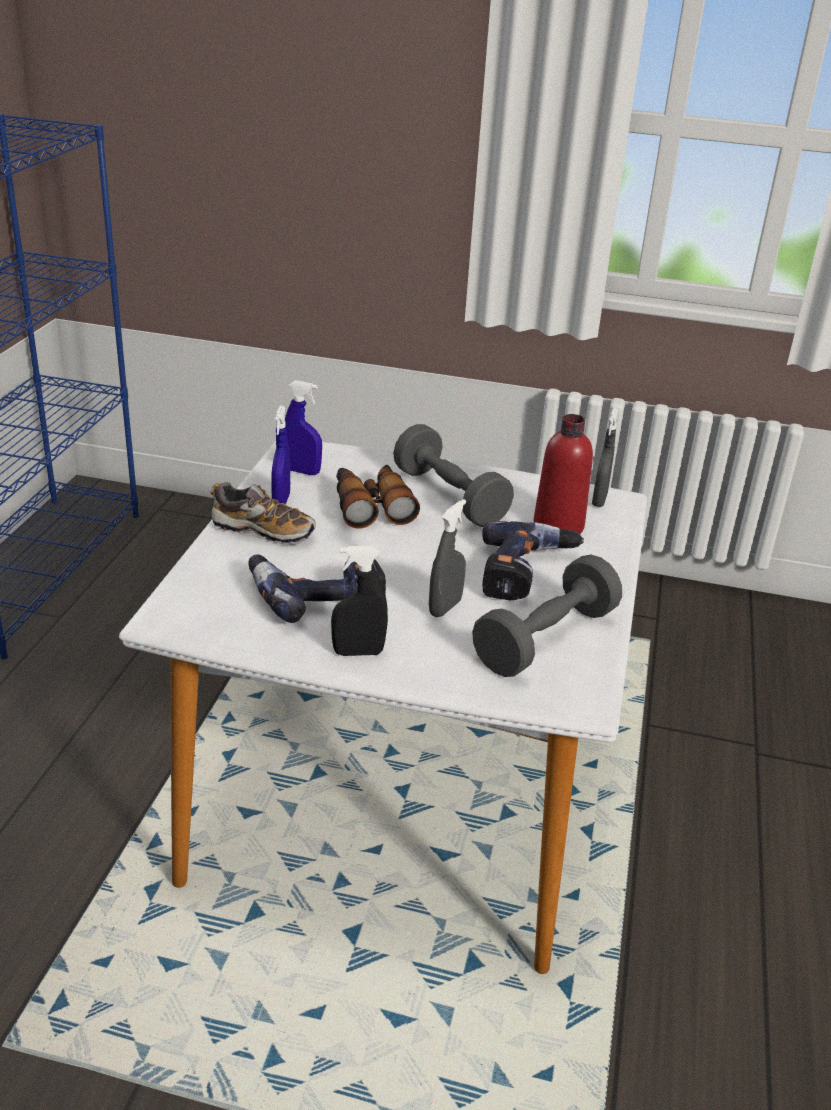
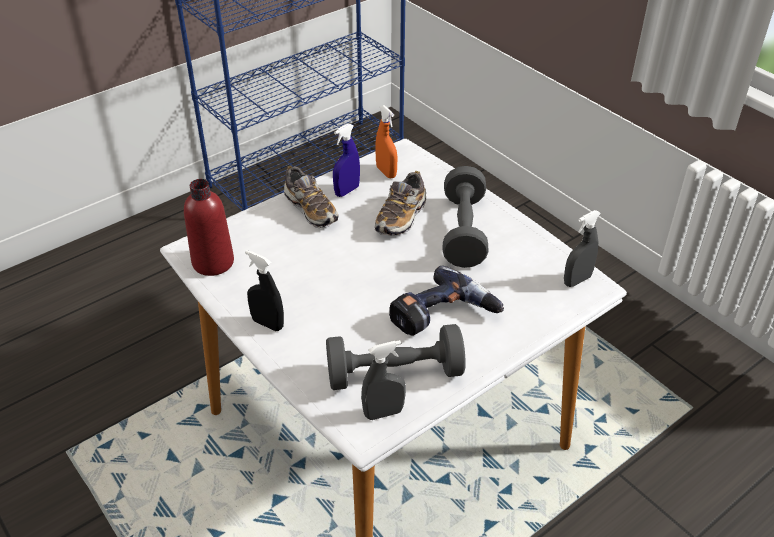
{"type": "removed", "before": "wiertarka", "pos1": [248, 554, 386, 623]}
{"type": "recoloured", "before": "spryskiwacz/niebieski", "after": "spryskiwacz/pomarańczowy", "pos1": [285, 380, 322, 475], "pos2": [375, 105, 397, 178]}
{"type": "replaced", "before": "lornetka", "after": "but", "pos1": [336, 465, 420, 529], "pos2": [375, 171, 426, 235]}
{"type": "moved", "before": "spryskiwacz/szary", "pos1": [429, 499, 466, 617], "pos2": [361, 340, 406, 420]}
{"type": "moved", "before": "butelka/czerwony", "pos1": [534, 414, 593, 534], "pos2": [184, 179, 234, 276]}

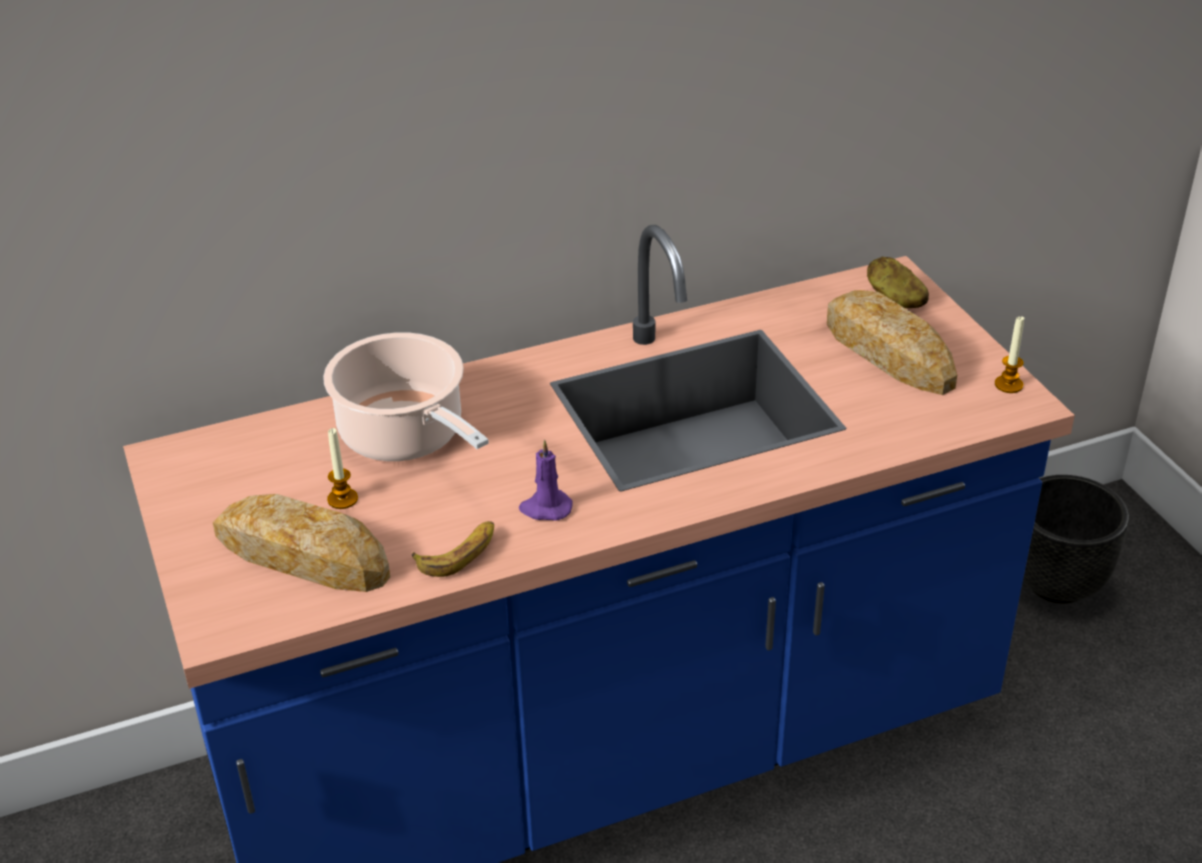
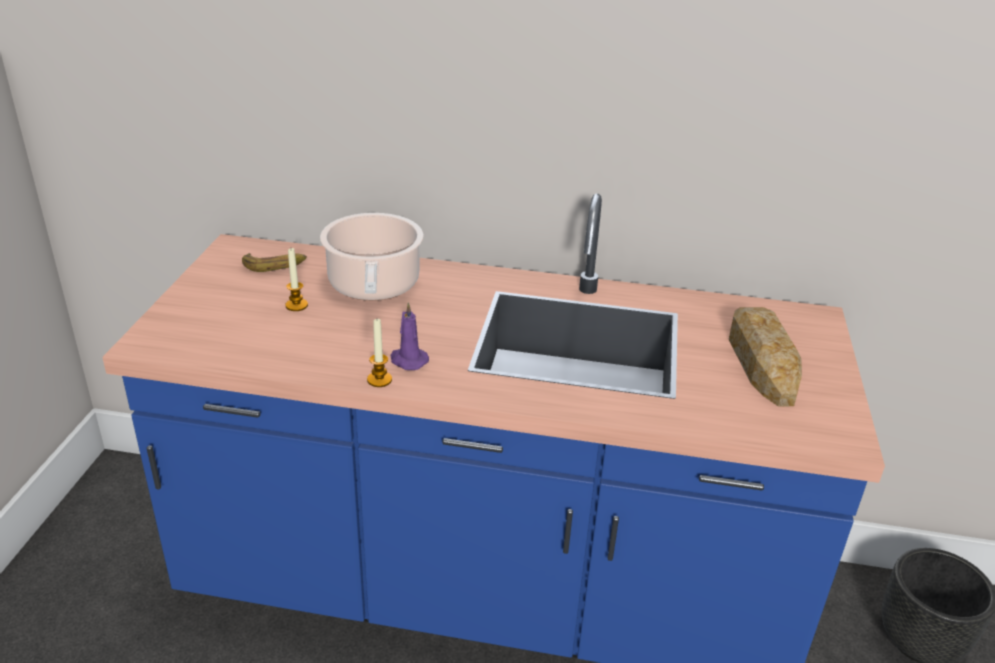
{"type": "removed", "before": "chleb", "pos1": [213, 494, 390, 592]}
{"type": "moved", "before": "banan", "pos1": [412, 521, 494, 577], "pos2": [242, 253, 307, 272]}
{"type": "removed", "before": "ziemniak", "pos1": [867, 257, 929, 308]}
{"type": "moved", "before": "świeca", "pos1": [995, 316, 1024, 393], "pos2": [367, 319, 392, 387]}

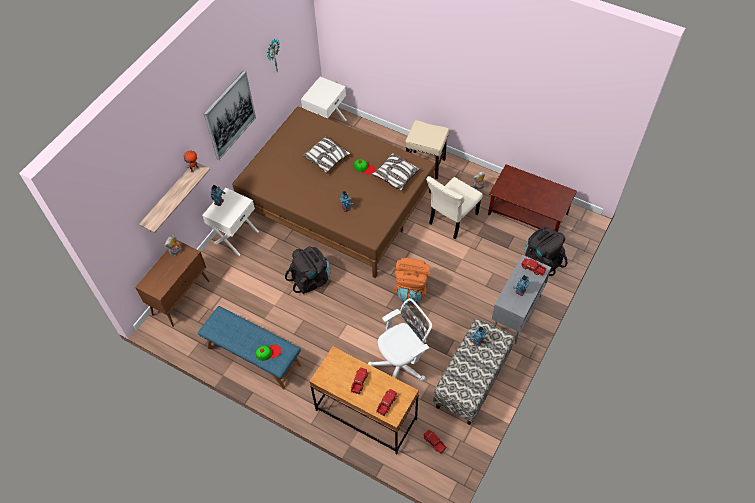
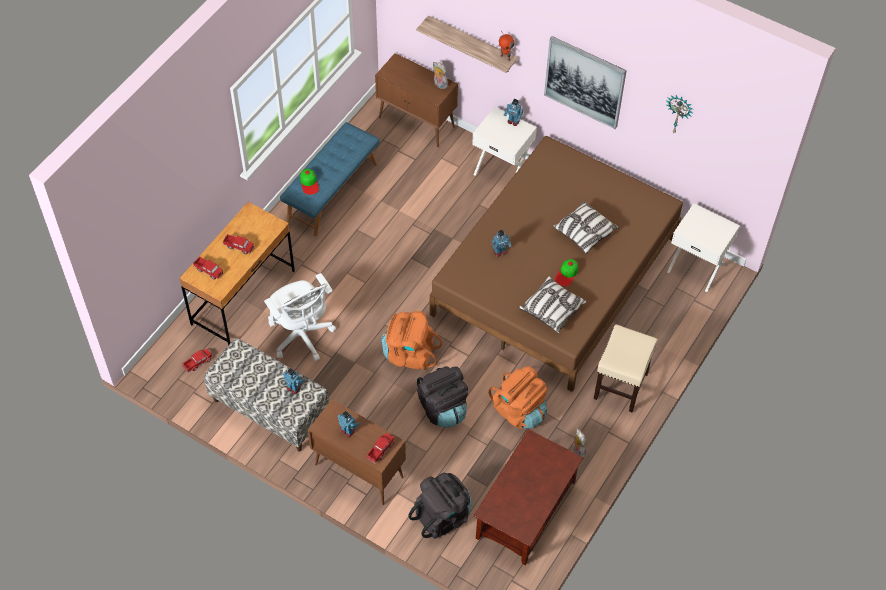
{"type": "moved", "before": "plecak/czarny", "pos1": [285, 246, 330, 294], "pos2": [417, 366, 468, 428]}
{"type": "replaced", "before": "krzesło/beżowy", "after": "plecak/pomarańczowy", "pos1": [426, 176, 482, 239], "pos2": [488, 366, 547, 429]}
{"type": "recoloured", "before": "szafka/szary", "after": "szafka/brązowy", "pos1": [492, 255, 551, 344], "pos2": [308, 399, 406, 505]}

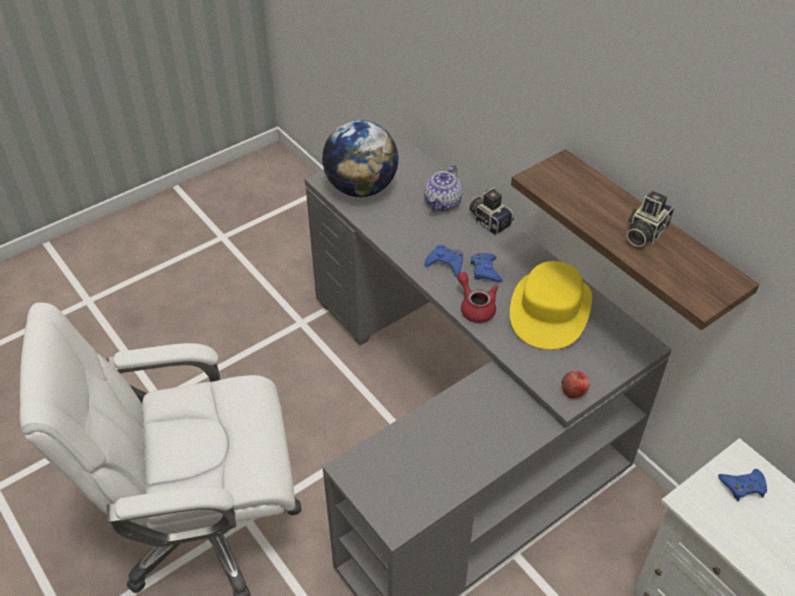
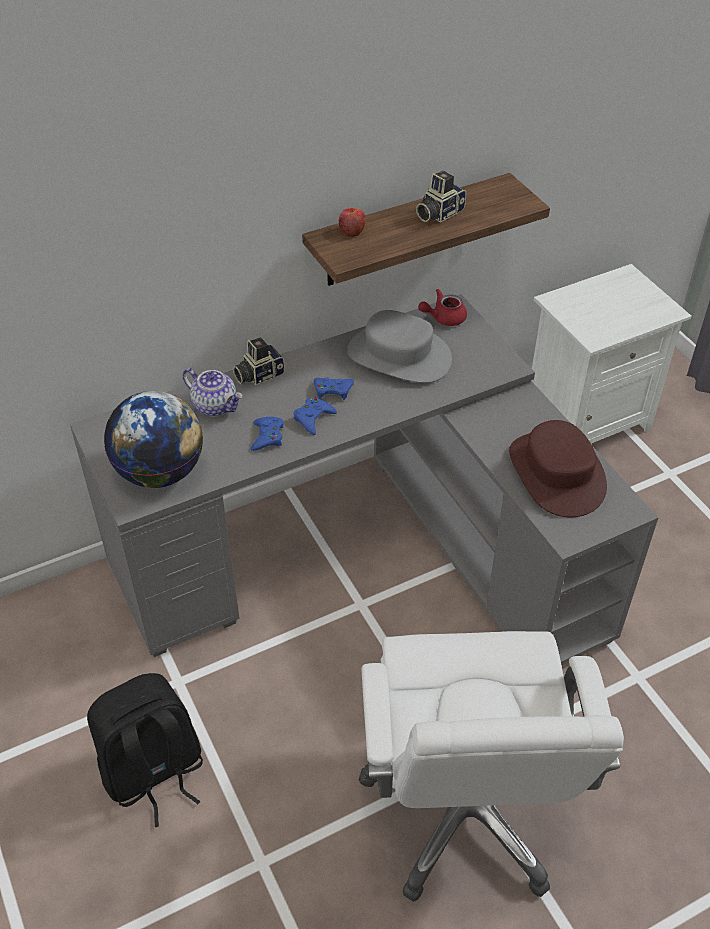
{"type": "moved", "before": "imbryk/czerwony", "pos1": [457, 272, 498, 323], "pos2": [418, 289, 467, 326]}
{"type": "recoloured", "before": "kapelusz/żółty", "after": "kapelusz/szary", "pos1": [510, 261, 592, 350], "pos2": [347, 310, 452, 383]}
{"type": "moved", "before": "jabłko", "pos1": [561, 371, 590, 398], "pos2": [339, 208, 365, 237]}
{"type": "turned", "before": "aparat fotograficzny", "pos1": [626, 191, 674, 247], "pos2": [416, 171, 466, 222], "turn": 90}
{"type": "moved", "before": "pad do gier/niebieski", "pos1": [718, 469, 767, 501], "pos2": [250, 417, 283, 451]}
{"type": "added", "after": "plecak/czarny", "pos2": [87, 673, 203, 827]}
{"type": "added", "after": "kapelusz/brązowy", "pos2": [509, 420, 607, 517]}

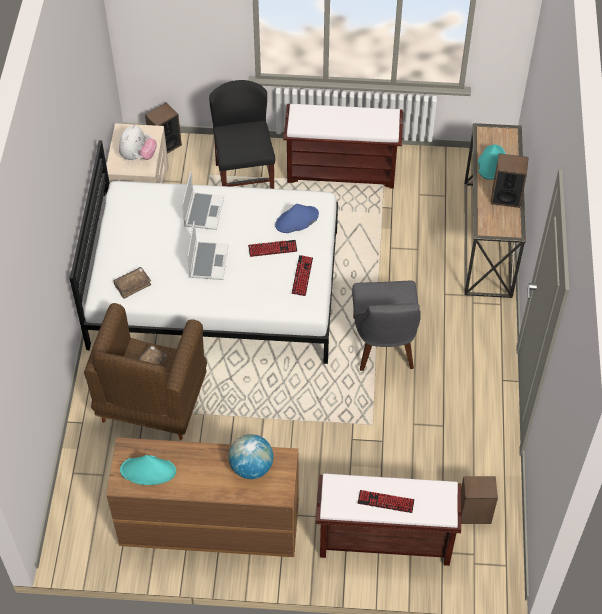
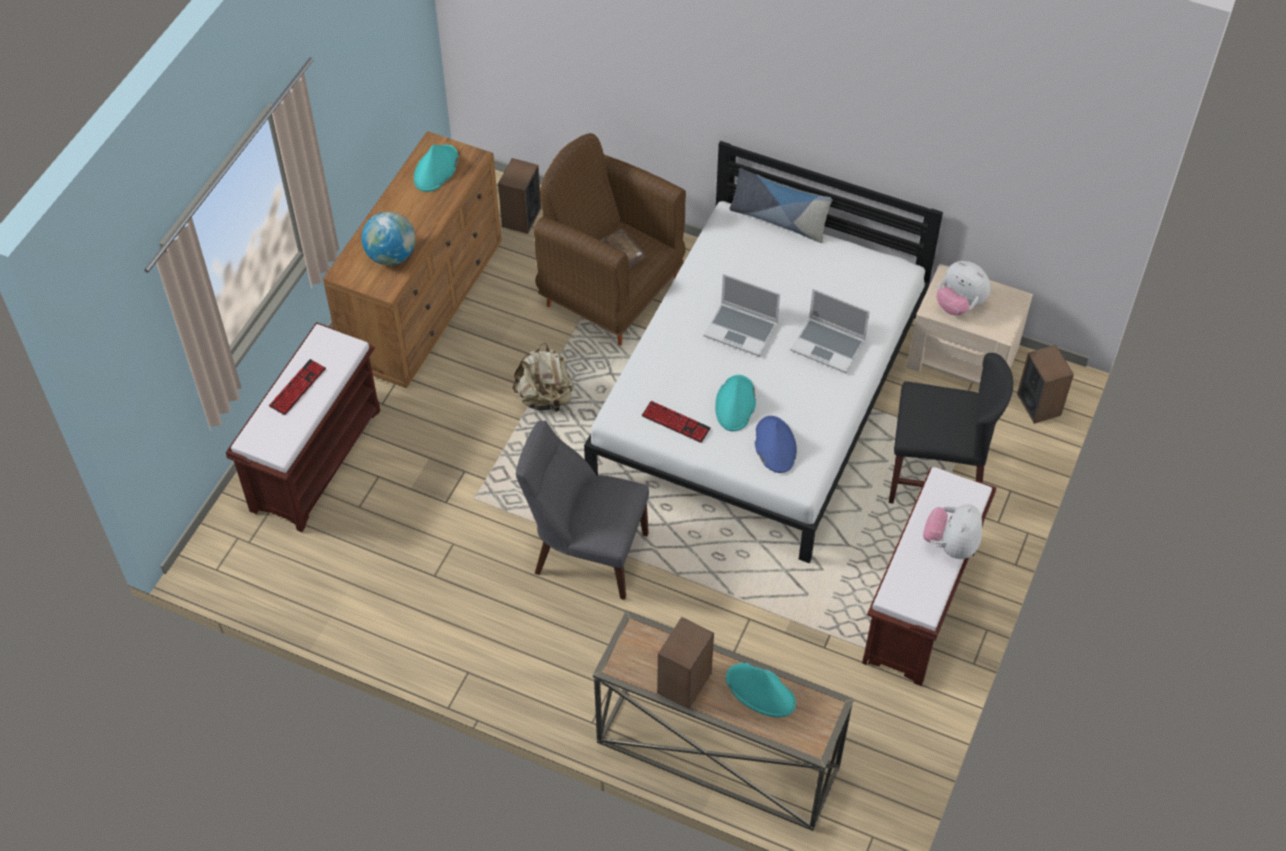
{"type": "removed", "before": "książka/brązowy", "pos1": [113, 267, 151, 299]}
{"type": "replaced", "before": "klawiatura", "after": "kapelusz/turkusowy", "pos1": [248, 240, 297, 257], "pos2": [715, 375, 756, 431]}
{"type": "moved", "before": "głośnik", "pos1": [461, 476, 498, 524], "pos2": [498, 158, 541, 234]}
{"type": "added", "after": "plecak/beżowy", "pos2": [512, 343, 574, 413]}
{"type": "added", "after": "poduszka", "pos2": [729, 168, 832, 243]}
{"type": "added", "after": "pluszak", "pos2": [923, 504, 982, 559]}

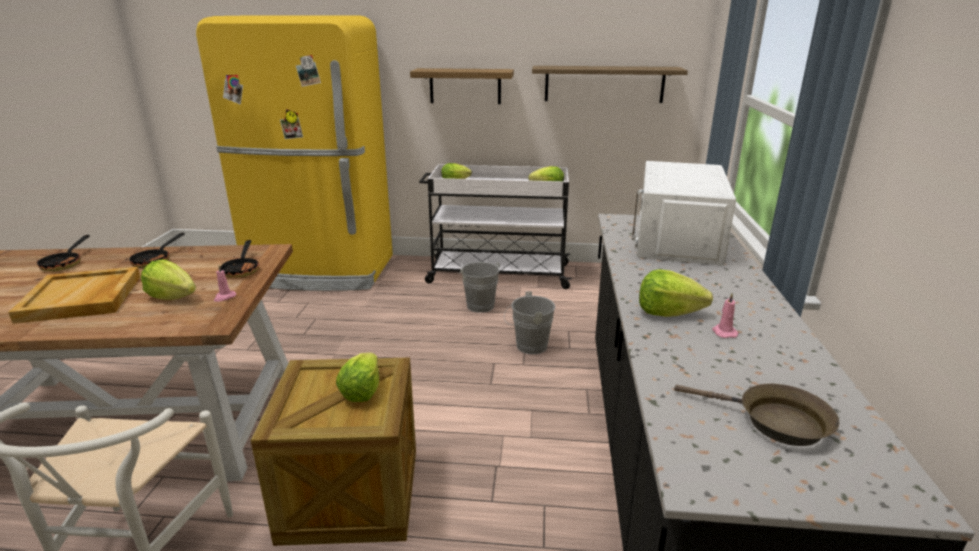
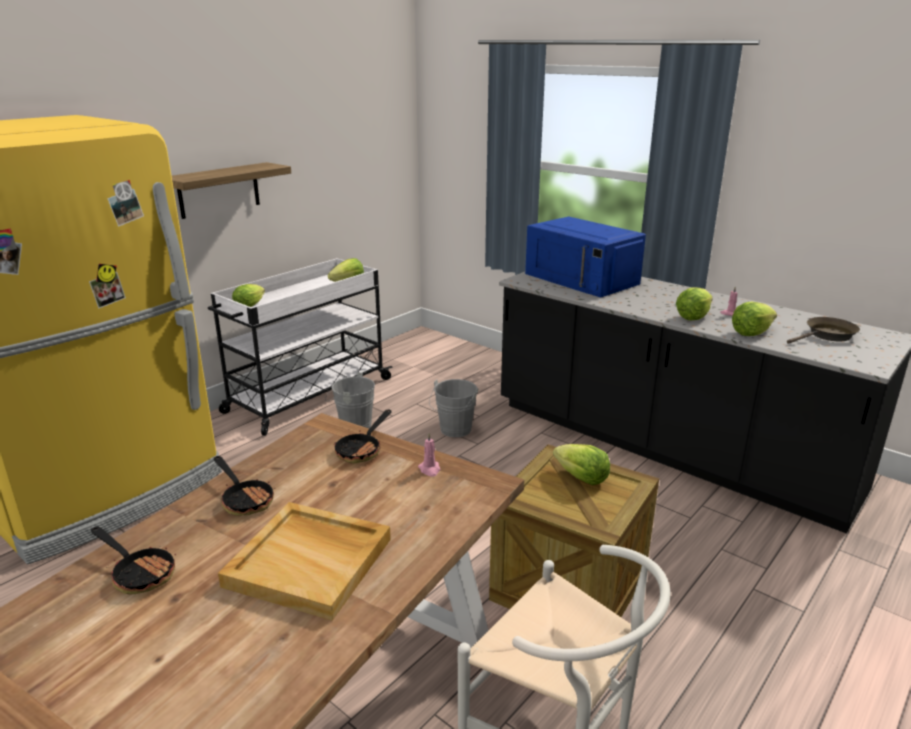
{"type": "moved", "before": "sałata", "pos1": [141, 259, 196, 300], "pos2": [732, 302, 777, 336]}
{"type": "turned", "before": "patelnia", "pos1": [220, 240, 259, 278], "pos2": [334, 410, 392, 463], "turn": 90}
{"type": "removed", "before": "półka", "pos1": [532, 66, 688, 103]}
{"type": "recoloured", "before": "mikrofalówka/biały", "after": "mikrofalówka/niebieski", "pos1": [632, 161, 736, 266], "pos2": [525, 216, 646, 297]}

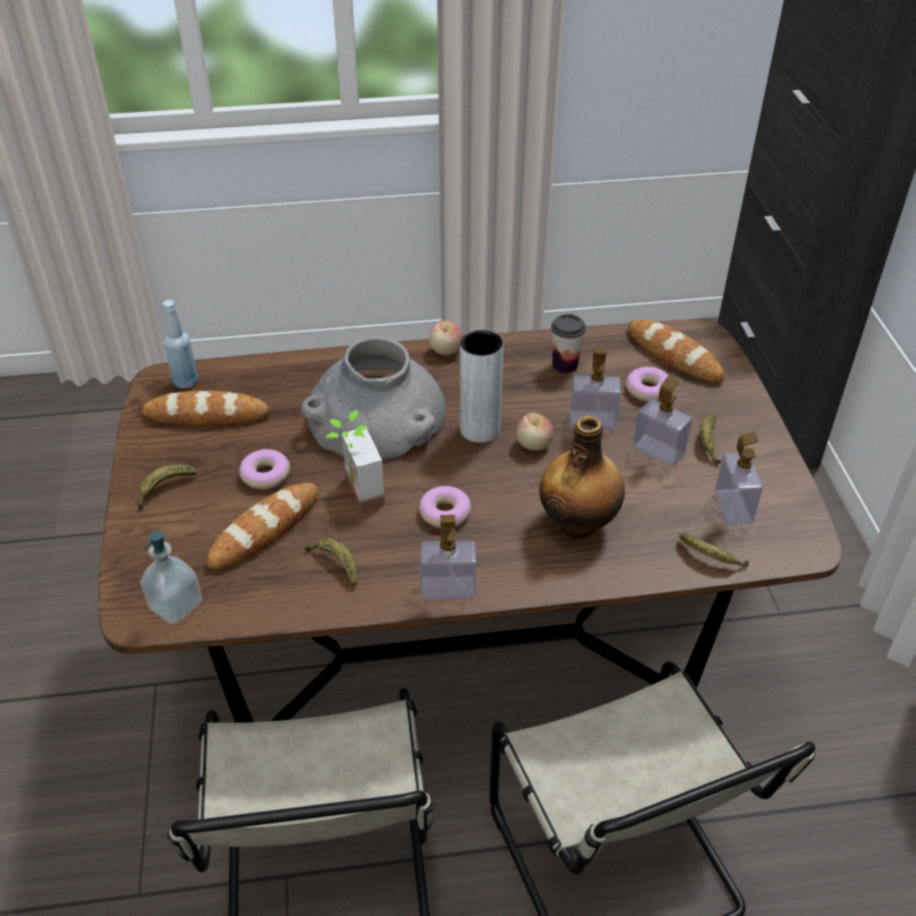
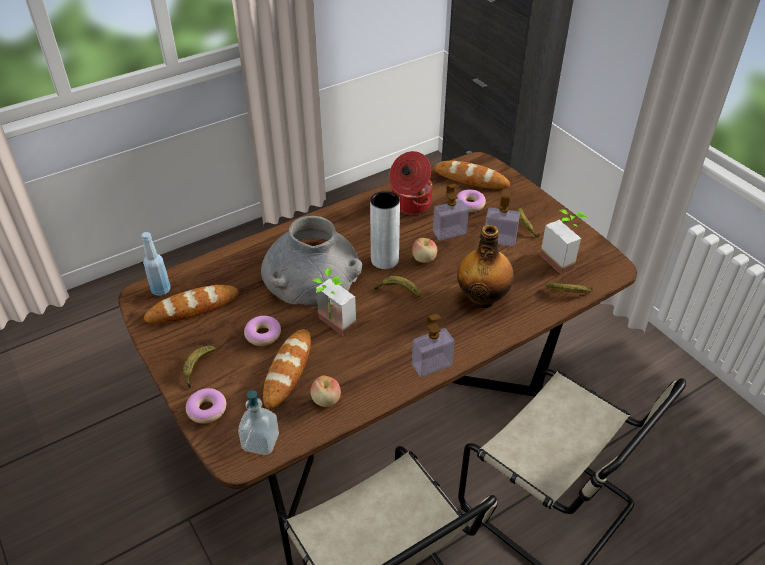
{"type": "moved", "before": "banan", "pos1": [305, 538, 358, 585], "pos2": [374, 276, 420, 298]}
{"type": "moved", "before": "donut", "pos1": [419, 486, 471, 528], "pos2": [186, 388, 226, 424]}
{"type": "moved", "before": "jabłko", "pos1": [429, 321, 462, 355], "pos2": [310, 376, 341, 407]}
{"type": "replaced", "before": "filiżanka", "after": "garnek", "pos1": [551, 314, 586, 373], "pos2": [389, 151, 433, 214]}
{"type": "replaced", "before": "dozownik mydła", "after": "roślina doniczkowa", "pos1": [715, 432, 763, 525], "pos2": [540, 210, 588, 274]}

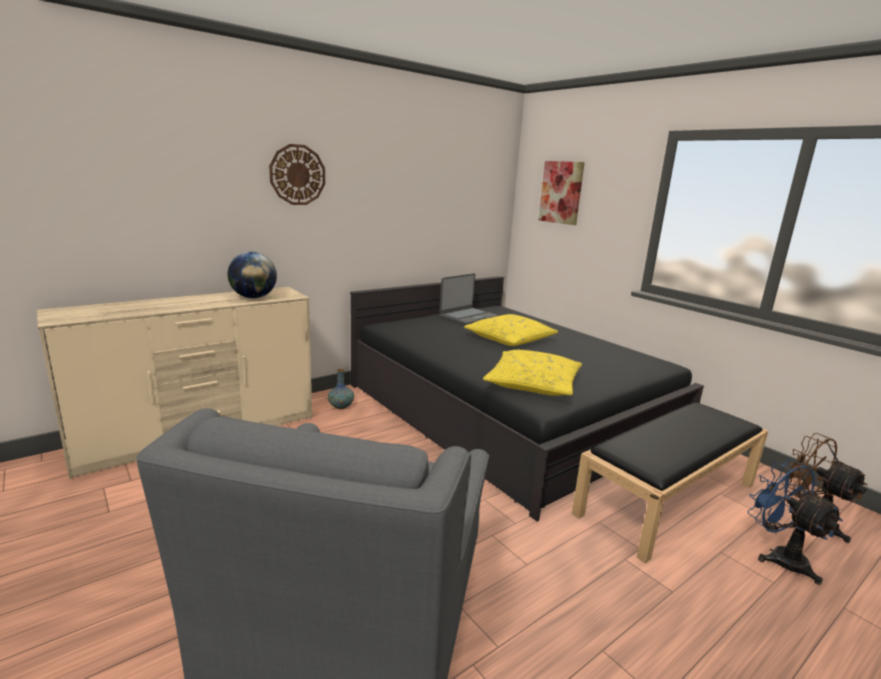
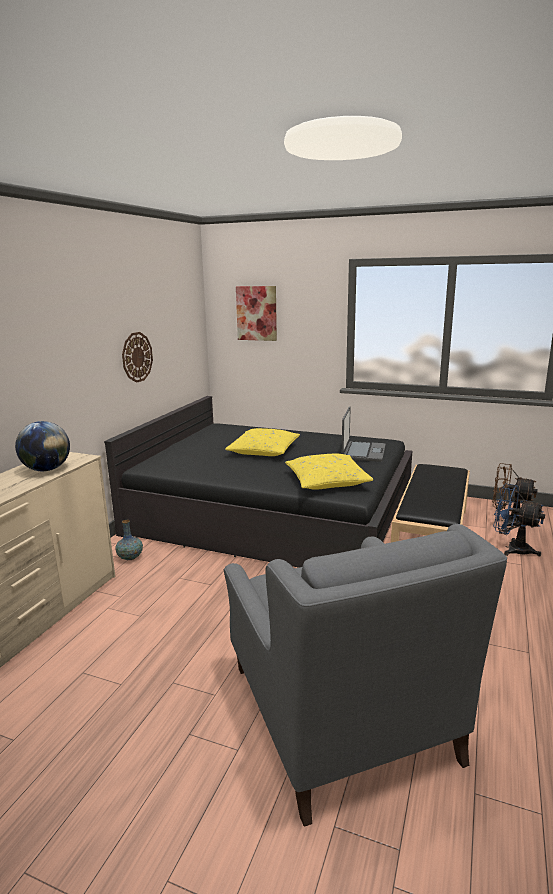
{"type": "moved", "before": "zegar ścienny", "pos1": [269, 144, 325, 205], "pos2": [122, 332, 153, 383]}
{"type": "moved", "before": "laptop", "pos1": [440, 273, 499, 325], "pos2": [342, 407, 386, 462]}

